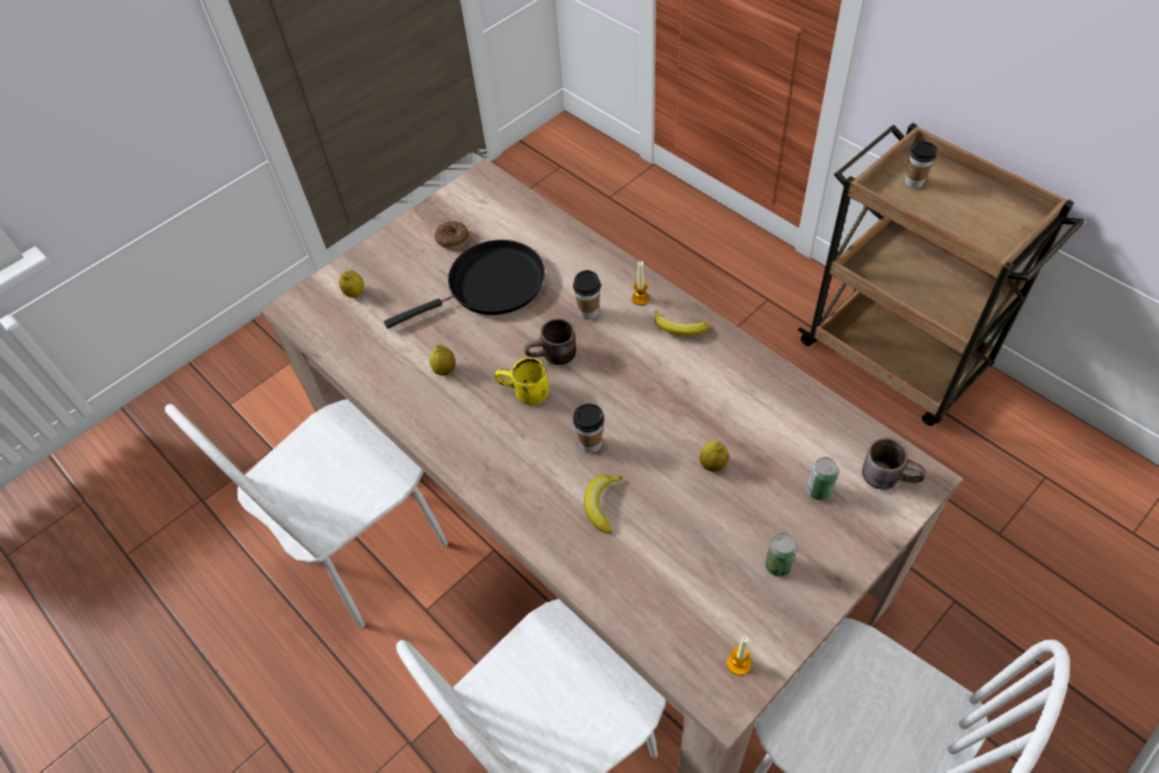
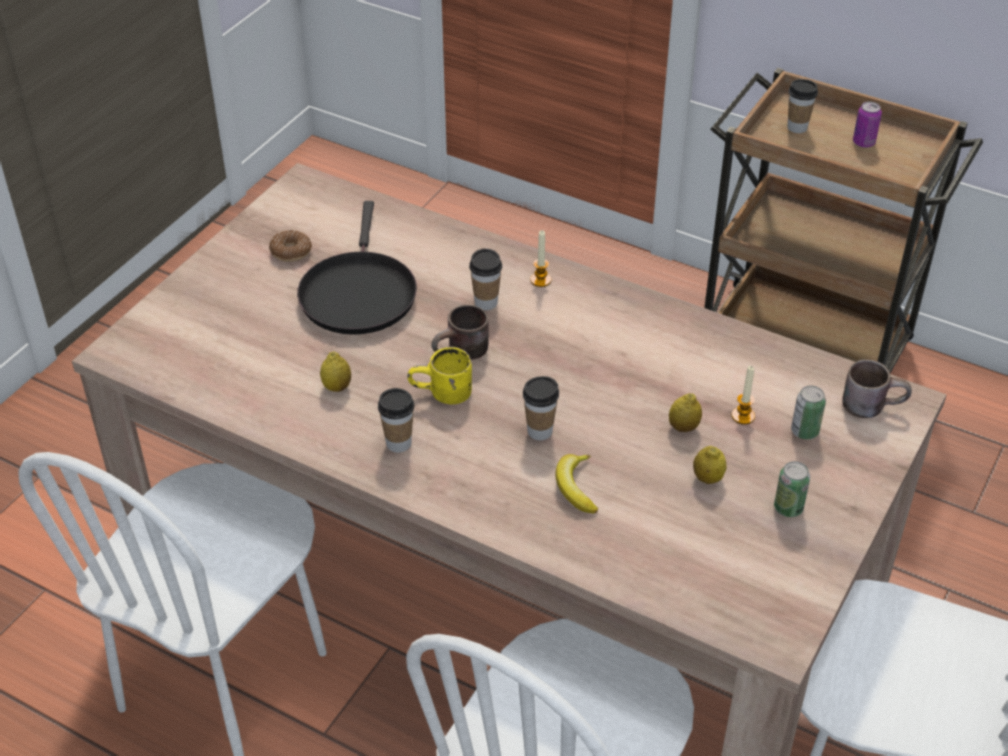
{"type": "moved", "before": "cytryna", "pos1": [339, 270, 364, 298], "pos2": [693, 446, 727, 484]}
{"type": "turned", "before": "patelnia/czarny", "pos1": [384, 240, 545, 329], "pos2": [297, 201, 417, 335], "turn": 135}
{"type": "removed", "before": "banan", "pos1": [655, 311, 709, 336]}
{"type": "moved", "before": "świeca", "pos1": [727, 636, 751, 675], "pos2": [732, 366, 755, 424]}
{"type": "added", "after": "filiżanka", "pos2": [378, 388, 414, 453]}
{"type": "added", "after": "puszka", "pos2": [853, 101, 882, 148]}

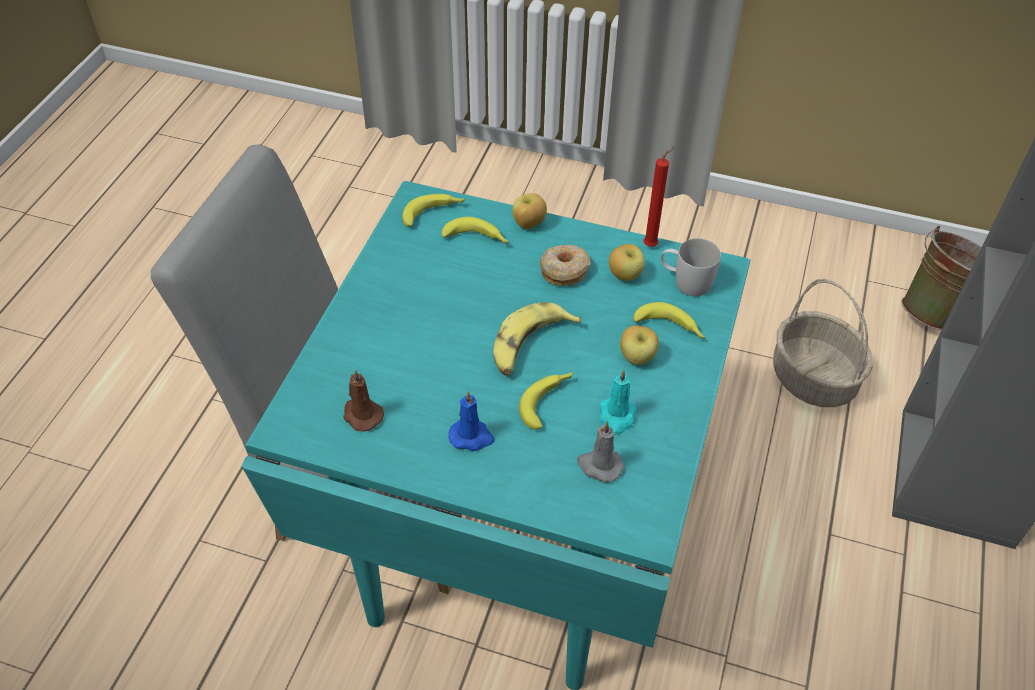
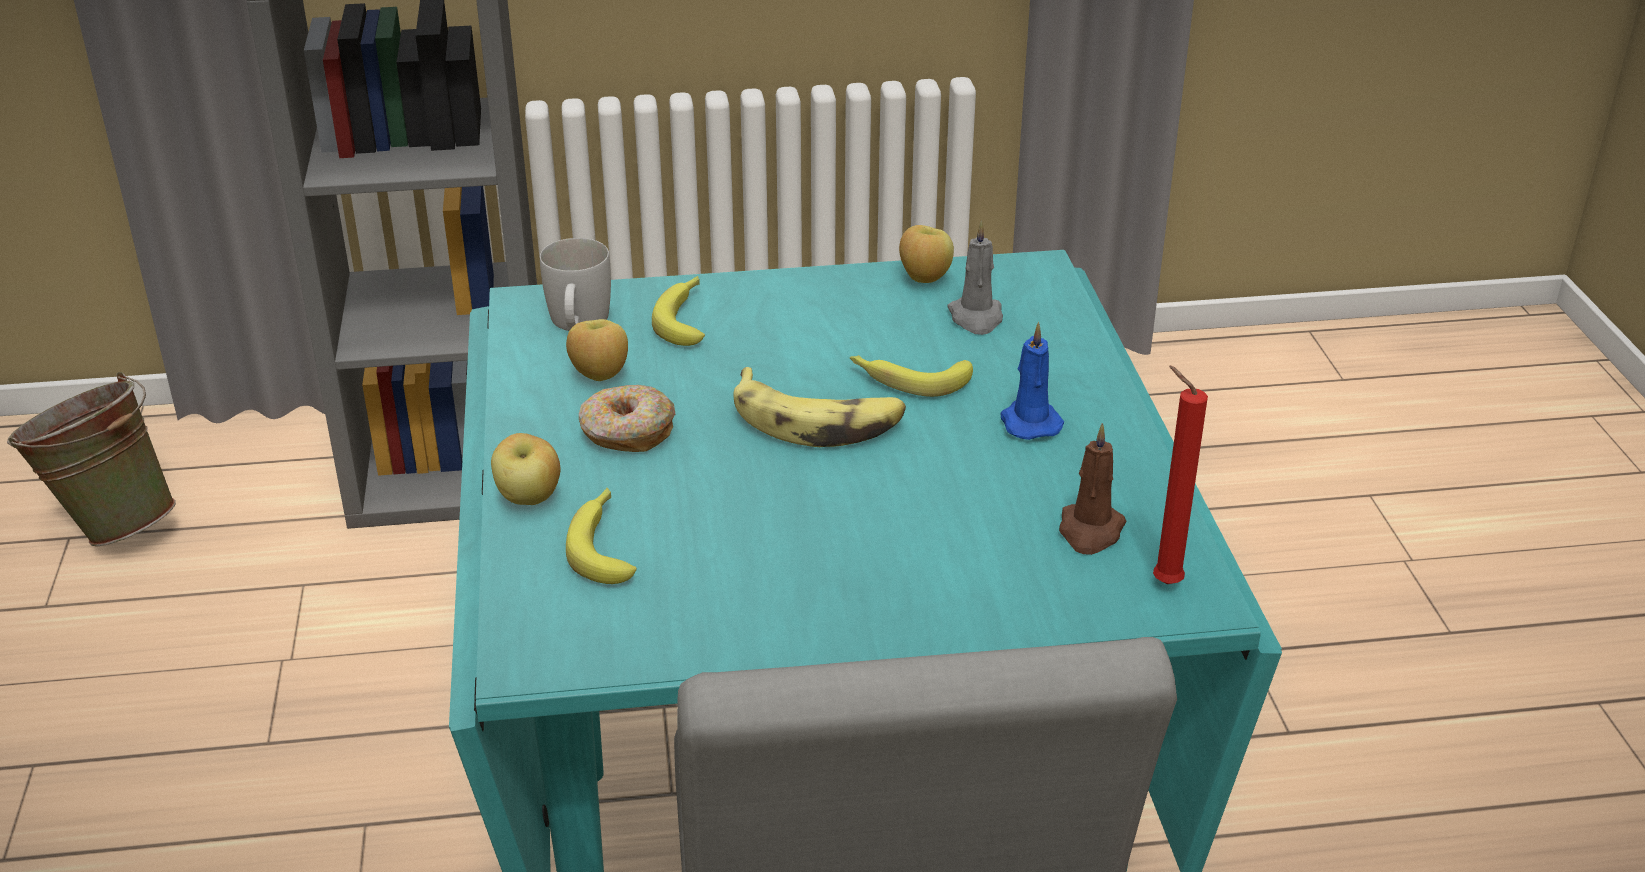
{"type": "removed", "before": "banan", "pos1": [402, 194, 465, 227]}
{"type": "removed", "before": "świeca/turkusowy", "pos1": [600, 369, 637, 435]}
{"type": "moved", "before": "jabłko", "pos1": [620, 325, 659, 365], "pos2": [899, 225, 954, 283]}
{"type": "moved", "before": "świeca/czerwony", "pos1": [643, 146, 674, 247], "pos2": [1153, 366, 1208, 584]}
{"type": "removed", "before": "koszyk", "pos1": [773, 279, 873, 407]}

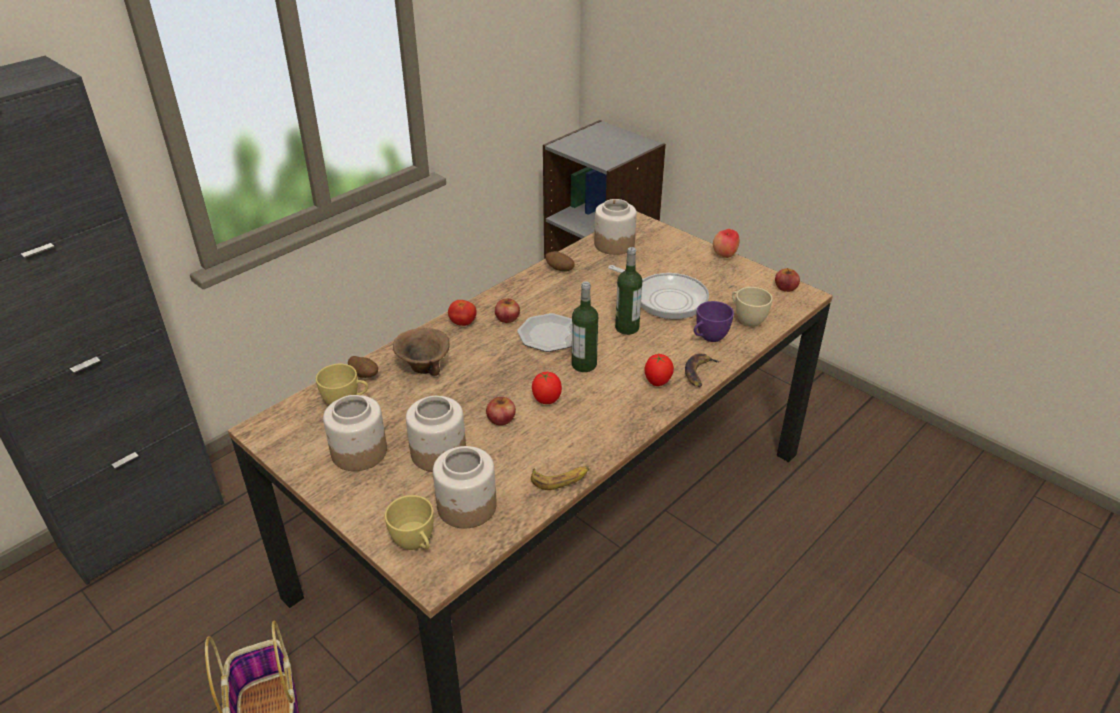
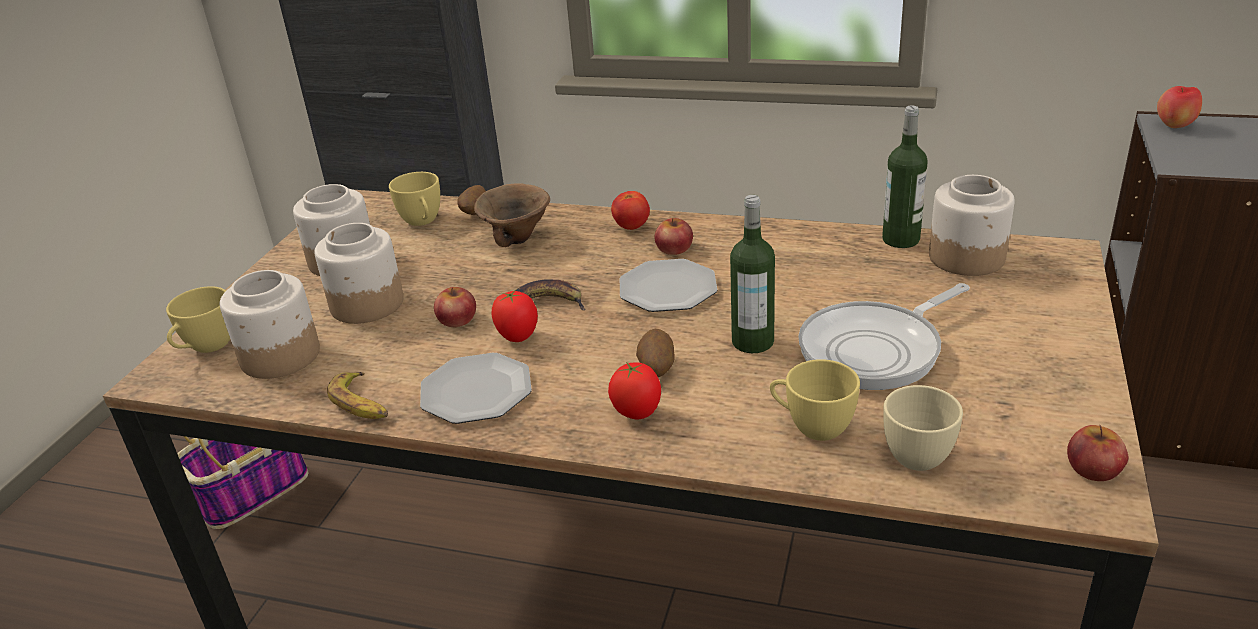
{"type": "moved", "before": "ziemniak", "pos1": [545, 251, 575, 272], "pos2": [636, 329, 675, 377]}
{"type": "moved", "before": "butelka", "pos1": [572, 281, 598, 372], "pos2": [882, 106, 928, 248]}
{"type": "turned", "before": "patelnia", "pos1": [608, 265, 709, 319], "pos2": [798, 283, 970, 390], "turn": 45}
{"type": "moved", "before": "banan", "pos1": [685, 353, 720, 387], "pos2": [516, 279, 585, 310]}
{"type": "recoloured", "before": "filiżanka/fioletowy", "after": "filiżanka/żółty", "pos1": [694, 301, 734, 342], "pos2": [770, 359, 860, 441]}
{"type": "moved", "before": "jabłko", "pos1": [713, 229, 740, 258], "pos2": [1157, 86, 1202, 128]}
{"type": "added", "after": "talerz", "pos2": [420, 353, 532, 424]}

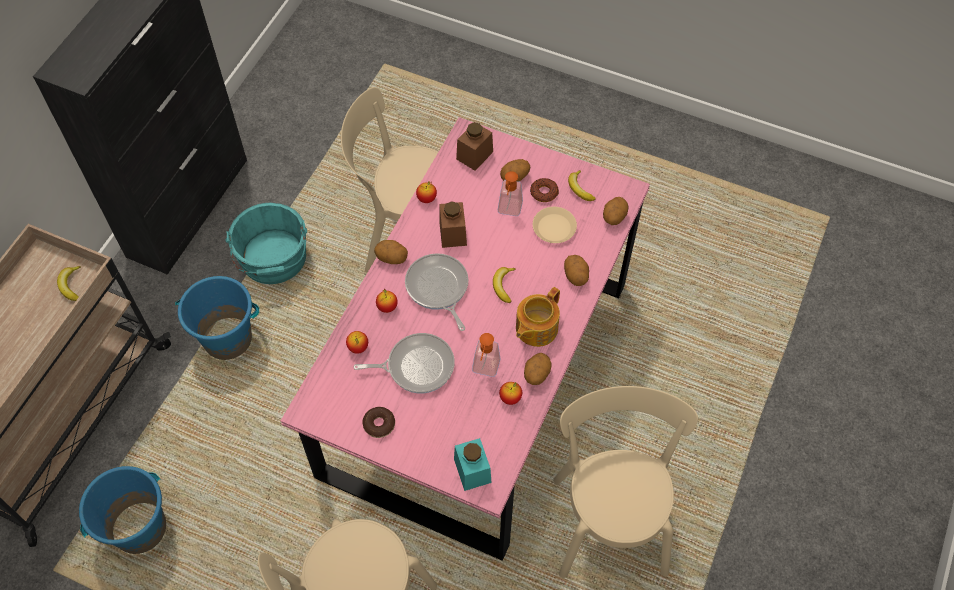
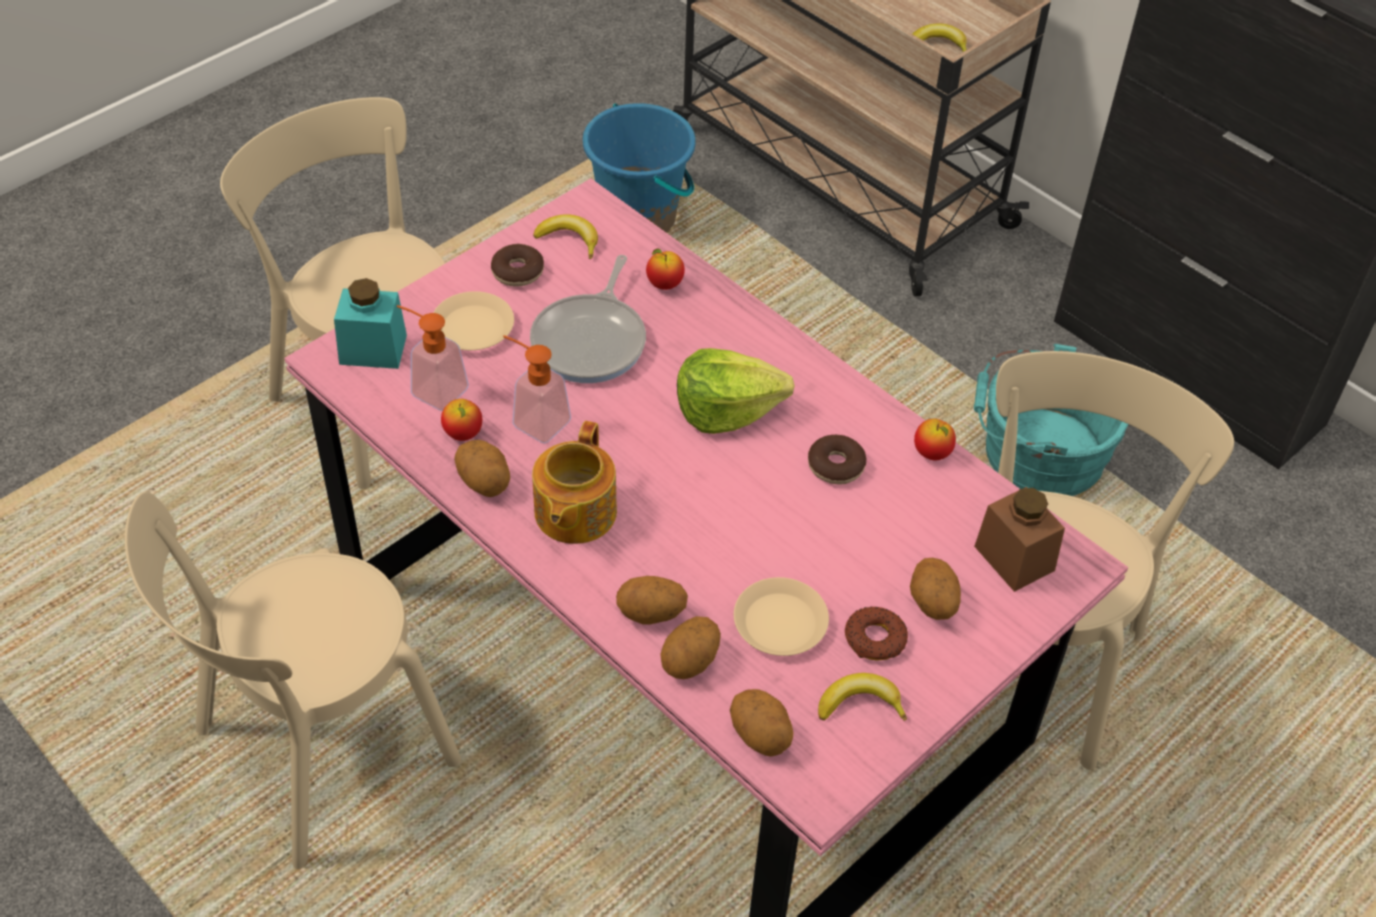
{"type": "removed", "before": "wiadro/niebieski", "pos1": [175, 276, 259, 360]}
{"type": "moved", "before": "ziemniak", "pos1": [374, 240, 408, 264], "pos2": [660, 616, 721, 679]}
{"type": "removed", "before": "jabłko", "pos1": [376, 289, 398, 313]}
{"type": "replaced", "before": "patelnia", "after": "sałata", "pos1": [405, 253, 469, 331], "pos2": [677, 348, 795, 434]}
{"type": "replaced", "before": "słoik/brązowy", "after": "donut", "pos1": [439, 201, 467, 248], "pos2": [808, 435, 866, 485]}
{"type": "moved", "before": "banan", "pos1": [493, 267, 516, 303], "pos2": [533, 214, 598, 259]}
{"type": "moved", "before": "dozownik mydła", "pos1": [498, 171, 523, 216], "pos2": [397, 305, 469, 411]}
{"type": "turned", "before": "imbryk", "pos1": [516, 287, 560, 347], "pos2": [532, 421, 617, 544], "turn": -135}
{"type": "turned", "before": "krzesło/beżowy", "pos1": [553, 386, 698, 578], "pos2": [125, 492, 461, 869], "turn": 120}
{"type": "added", "after": "talerz/beżowy", "pos2": [433, 291, 514, 350]}

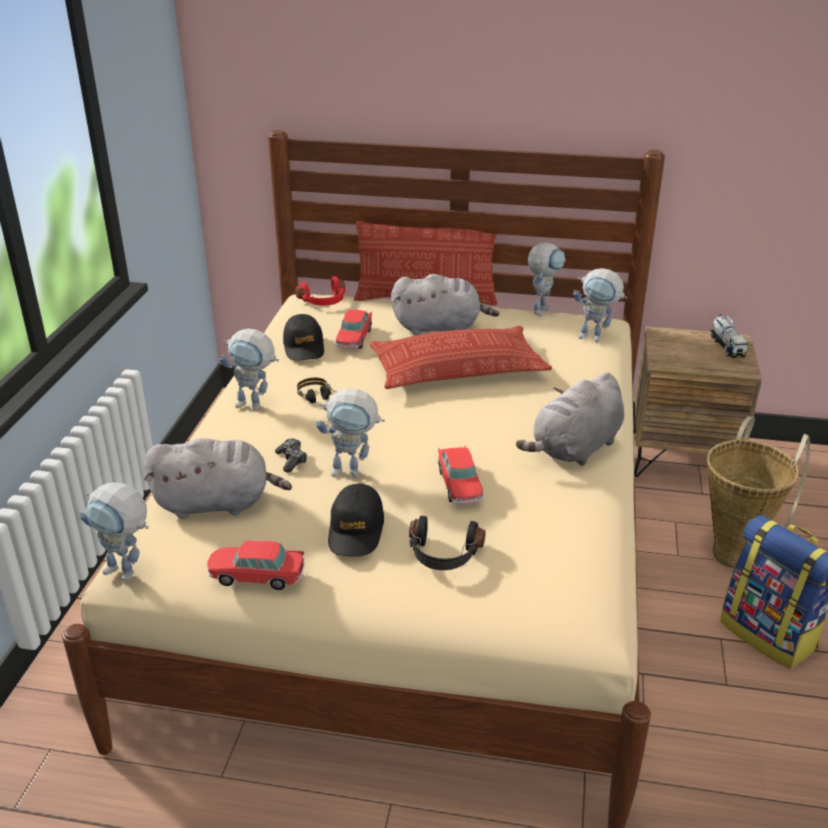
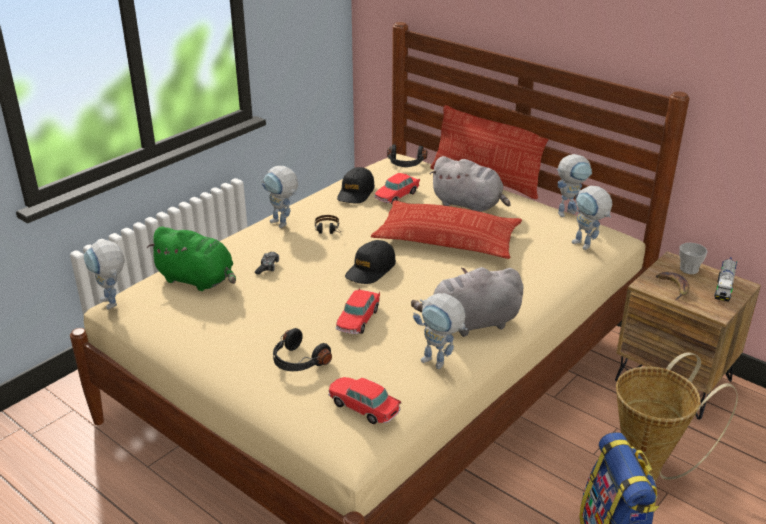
{"type": "recoloured", "before": "pluszak/szary", "after": "pluszak/zielony", "pos1": [144, 438, 292, 519], "pos2": [146, 226, 236, 291]}
{"type": "moved", "before": "samochodzik", "pos1": [207, 541, 305, 590], "pos2": [328, 377, 401, 424]}
{"type": "recoloured", "before": "słuchawki/czerwony", "after": "słuchawki/czarny", "pos1": [295, 276, 346, 306], "pos2": [387, 145, 428, 167]}
{"type": "moved", "before": "robot zabawkowy", "pos1": [316, 388, 385, 478], "pos2": [413, 293, 467, 369]}
{"type": "moved", "before": "czapka z daszkiem/czarny", "pos1": [328, 483, 384, 557], "pos2": [345, 240, 396, 284]}
{"type": "added", "after": "banan", "pos2": [656, 272, 689, 300]}
{"type": "added", "after": "filiżanka", "pos2": [679, 243, 708, 274]}

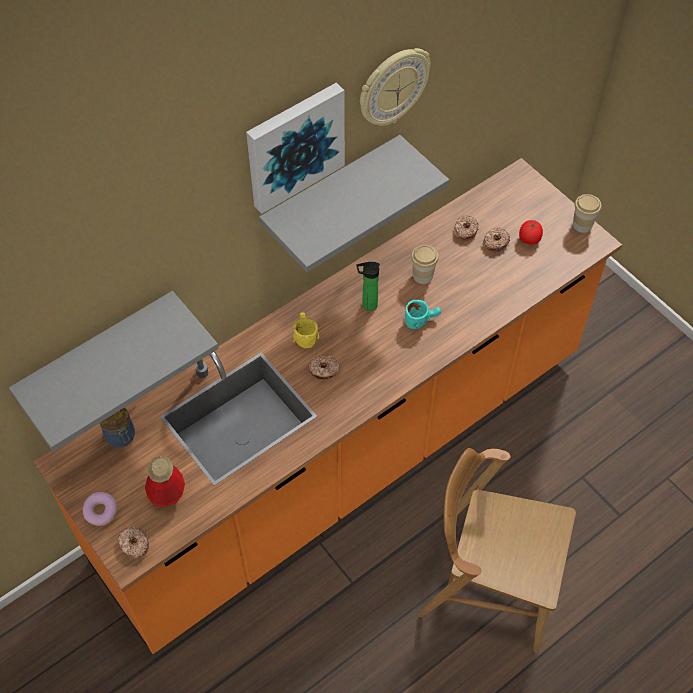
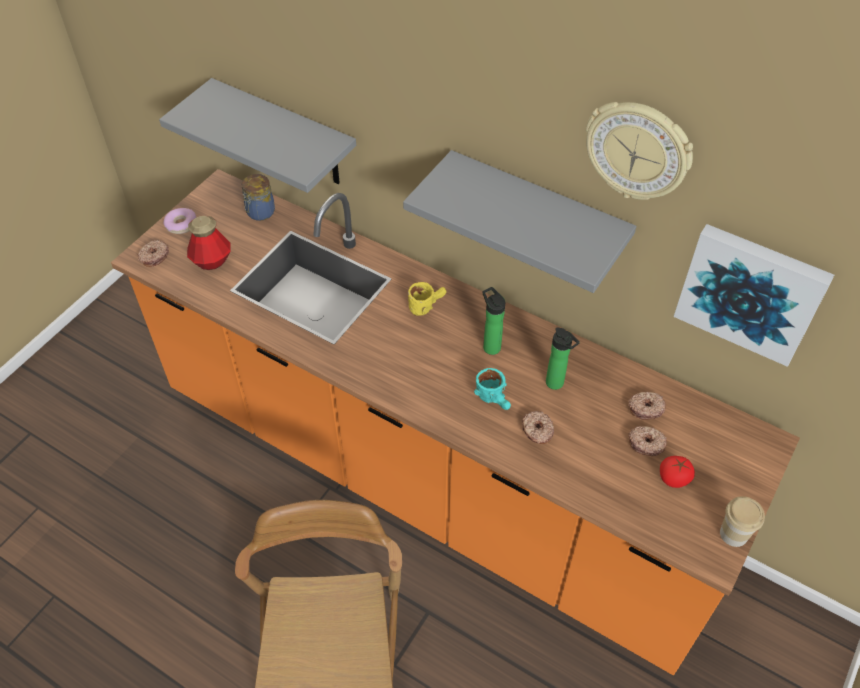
{"type": "moved", "before": "obraz", "pos1": [246, 83, 345, 214], "pos2": [673, 224, 834, 367]}
{"type": "moved", "before": "donut", "pos1": [309, 355, 340, 380], "pos2": [522, 411, 554, 444]}
{"type": "replaced", "before": "filiżanka", "after": "butelka", "pos1": [411, 245, 439, 284], "pos2": [546, 327, 580, 390]}

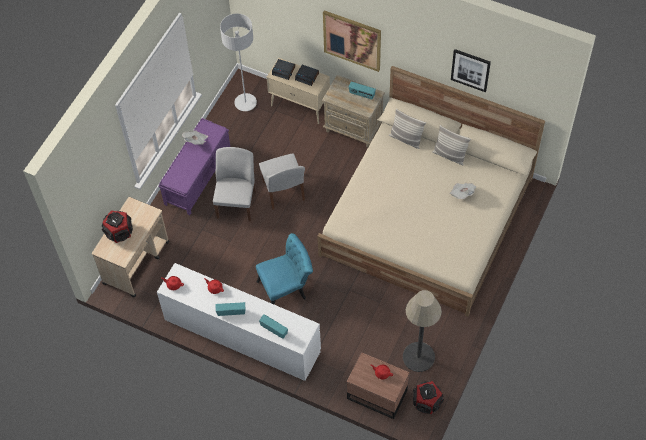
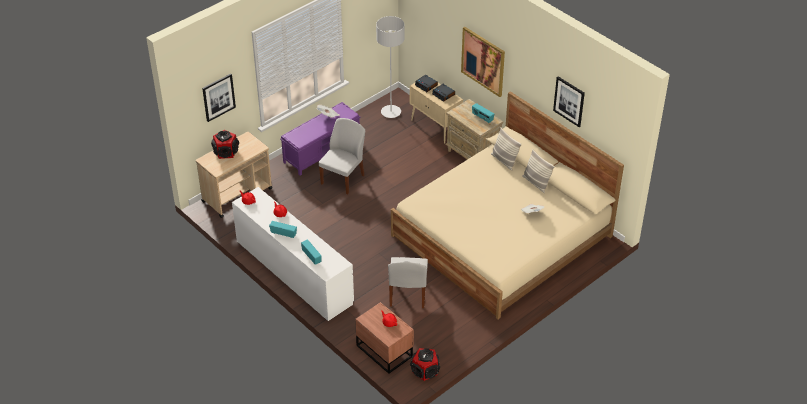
{"type": "removed", "before": "krzesło/turkusowy", "pos1": [256, 233, 313, 305]}
{"type": "moved", "before": "krzesło/biały", "pos1": [259, 153, 305, 210], "pos2": [388, 257, 428, 308]}
{"type": "removed", "before": "lampa stojąca", "pos1": [403, 290, 442, 372]}
{"type": "added", "after": "obraz", "pos2": [202, 74, 236, 122]}

